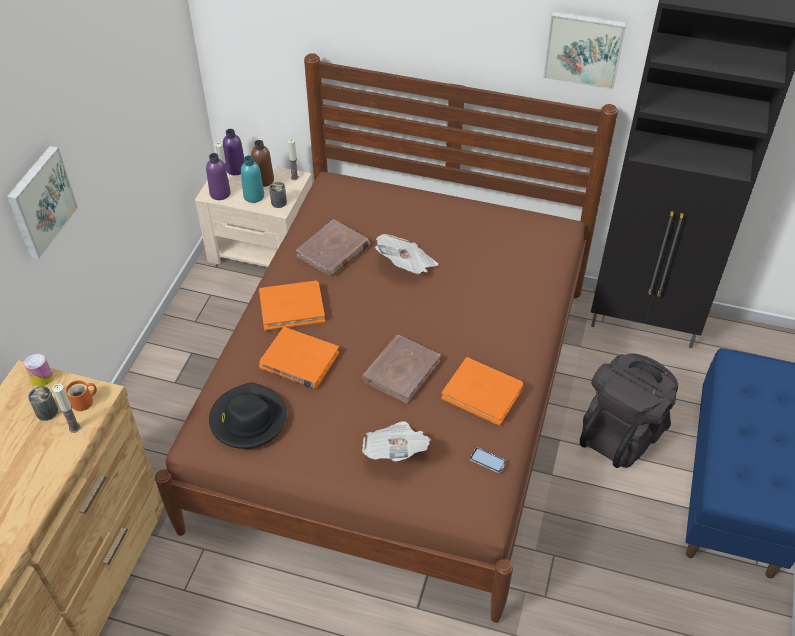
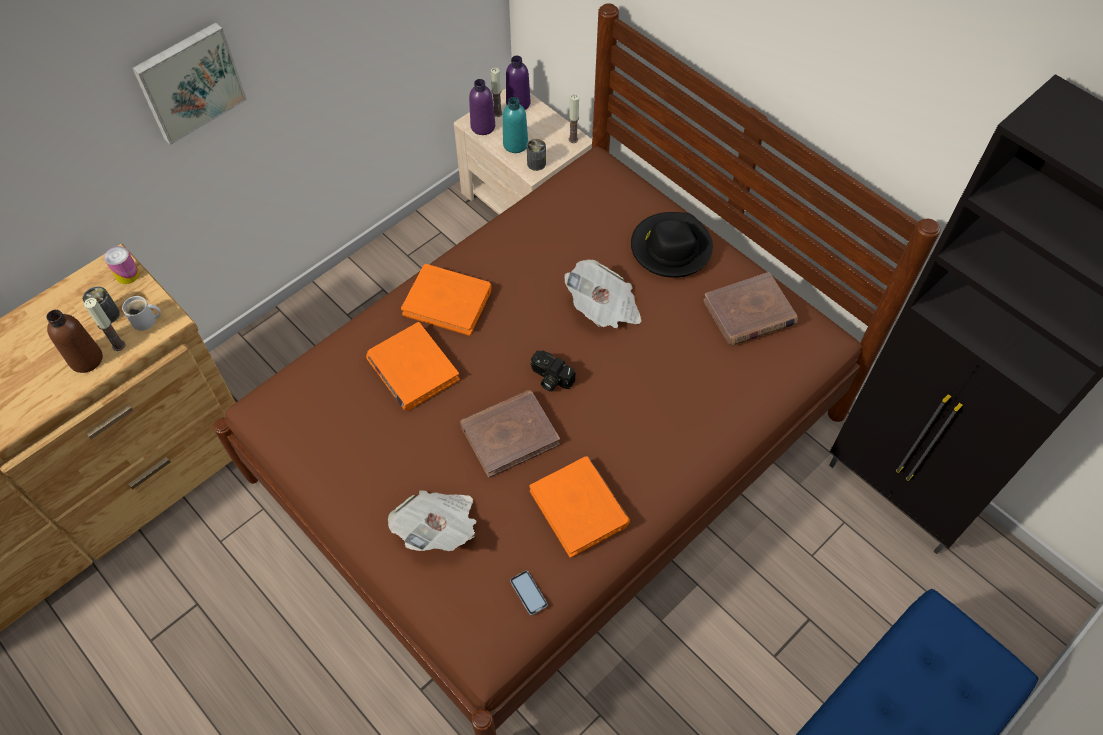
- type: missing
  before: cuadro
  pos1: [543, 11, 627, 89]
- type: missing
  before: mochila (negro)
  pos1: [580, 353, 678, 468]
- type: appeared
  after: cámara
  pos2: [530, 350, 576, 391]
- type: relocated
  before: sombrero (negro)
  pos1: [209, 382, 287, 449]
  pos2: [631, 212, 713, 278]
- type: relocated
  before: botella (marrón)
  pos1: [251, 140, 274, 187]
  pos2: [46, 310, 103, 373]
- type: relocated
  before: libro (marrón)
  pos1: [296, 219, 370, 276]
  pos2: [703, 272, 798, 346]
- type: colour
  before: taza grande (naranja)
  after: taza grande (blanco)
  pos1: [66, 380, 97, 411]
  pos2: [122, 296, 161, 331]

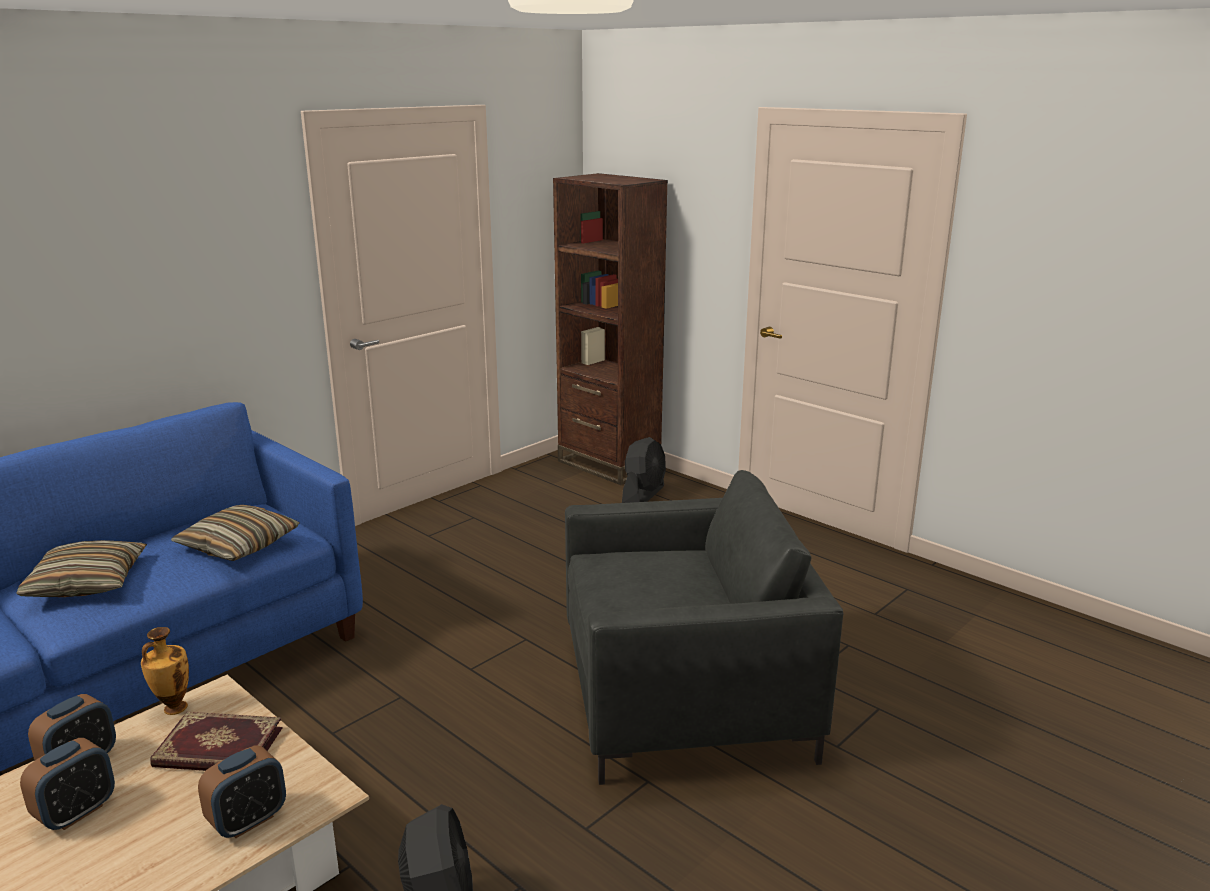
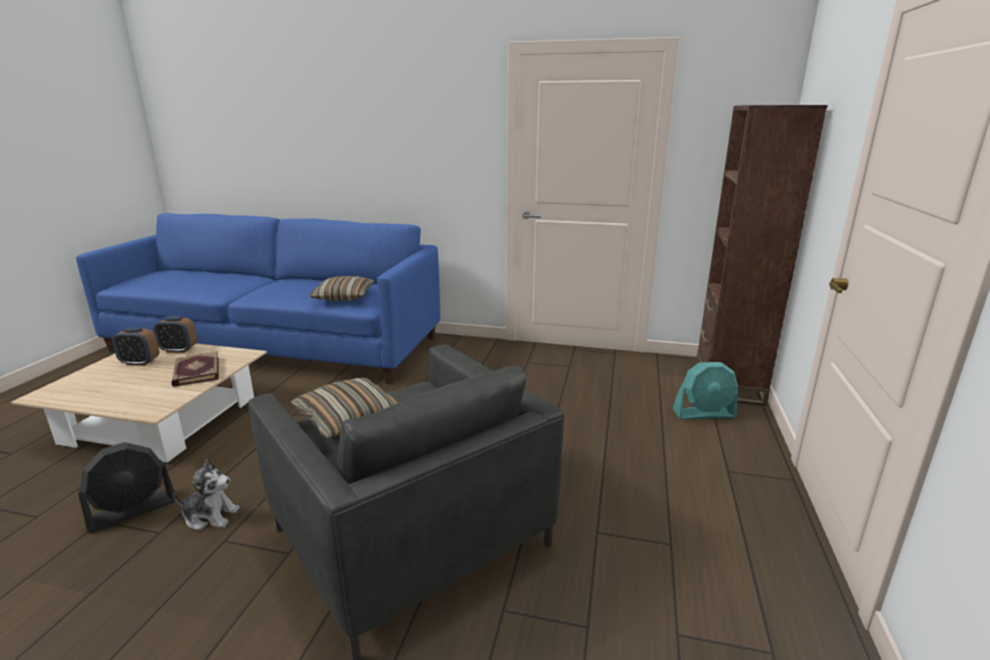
- type: missing
  before: florero
  pos1: [141, 627, 189, 715]
- type: missing
  before: despertador
  pos1: [198, 745, 286, 838]
- type: appeared
  after: peluche
  pos2: [173, 459, 240, 530]
- type: relocated
  before: cojín
  pos1: [16, 540, 147, 597]
  pos2: [291, 378, 400, 438]
- type: colour
  before: ventilador (negro)
  after: ventilador (turquesa)
  pos1: [622, 437, 666, 503]
  pos2: [673, 362, 738, 420]

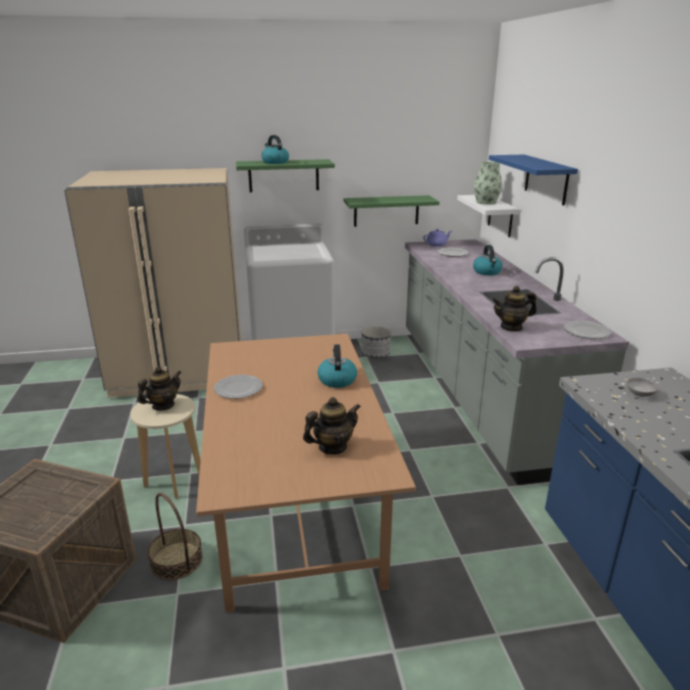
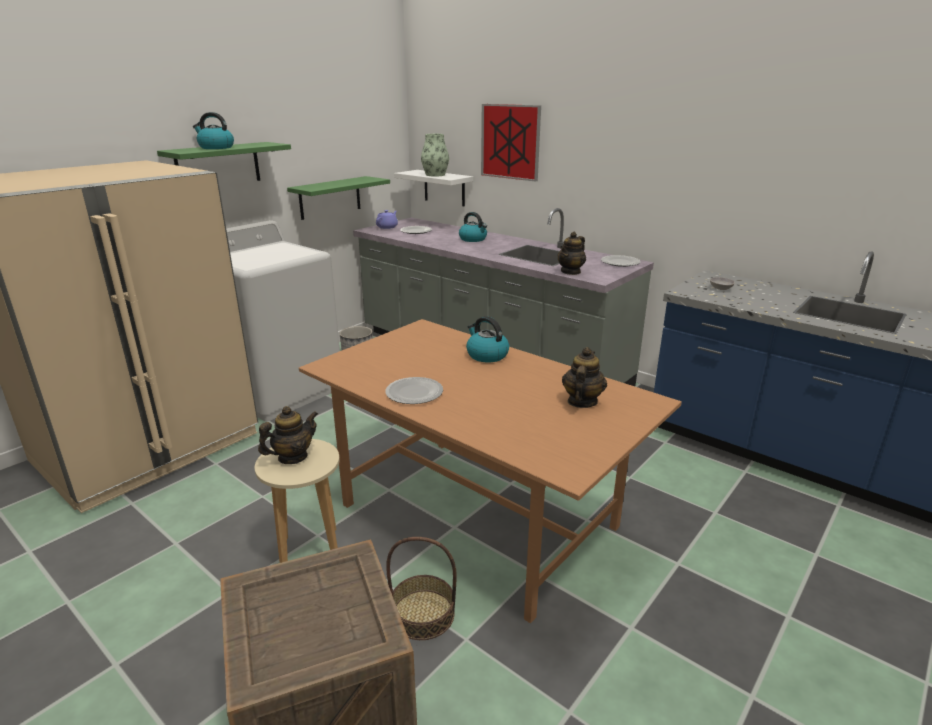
- type: exchanged
  before: estante (azul)
  after: cuadro
  pos1: [489, 155, 578, 206]
  pos2: [481, 104, 541, 182]
- type: spun
  before: tetera
  pos1: [138, 367, 182, 411]
  pos2: [258, 406, 318, 464]
  turn: 45

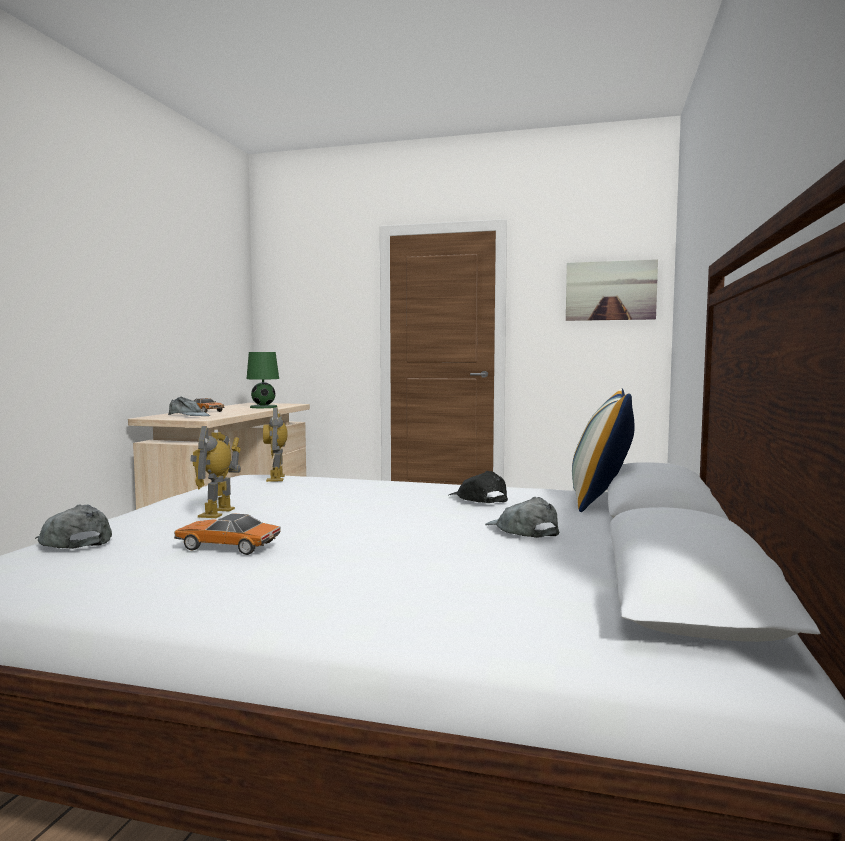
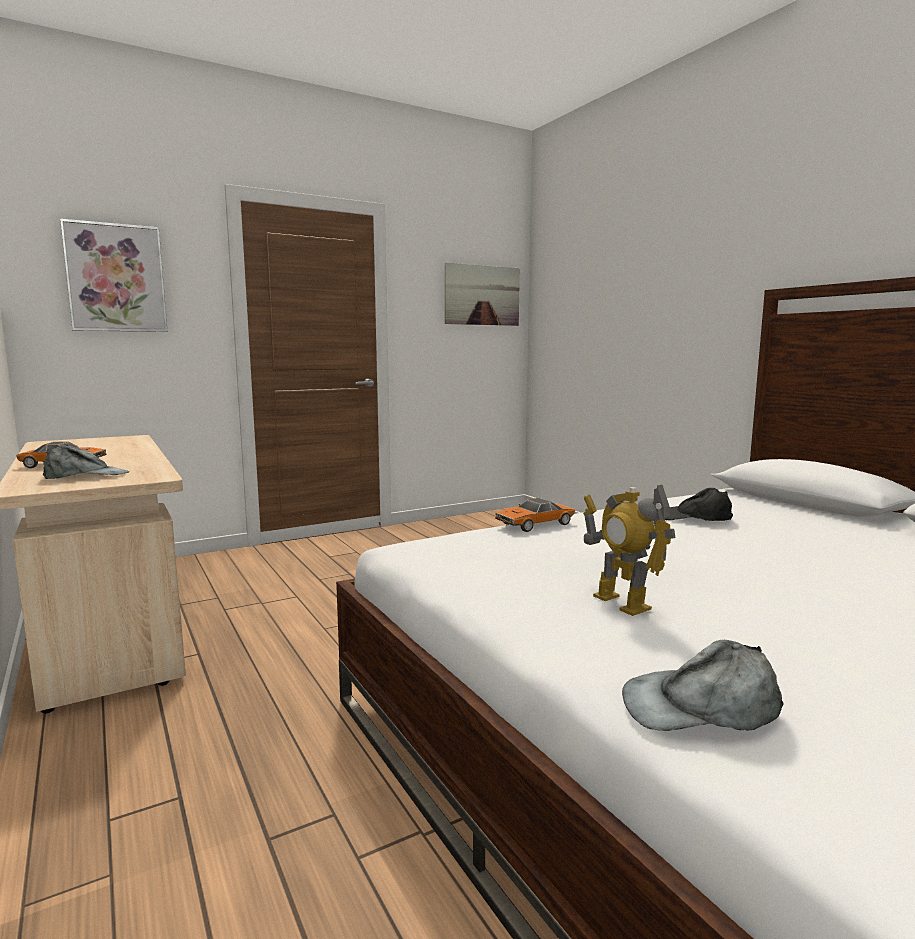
- type: missing
  before: lámpara de mesa (verde)
  pos1: [247, 352, 279, 408]
- type: missing
  before: robot de juguete
  pos1: [263, 408, 288, 482]
- type: missing
  before: gorra (gris)
  pos1: [485, 497, 559, 538]
- type: missing
  before: cojín
  pos1: [572, 388, 635, 512]
- type: appeared
  after: cuadro
  pos2: [60, 219, 168, 332]
- type: relocated
  before: coche de juguete
  pos1: [174, 513, 281, 555]
  pos2: [495, 498, 575, 532]

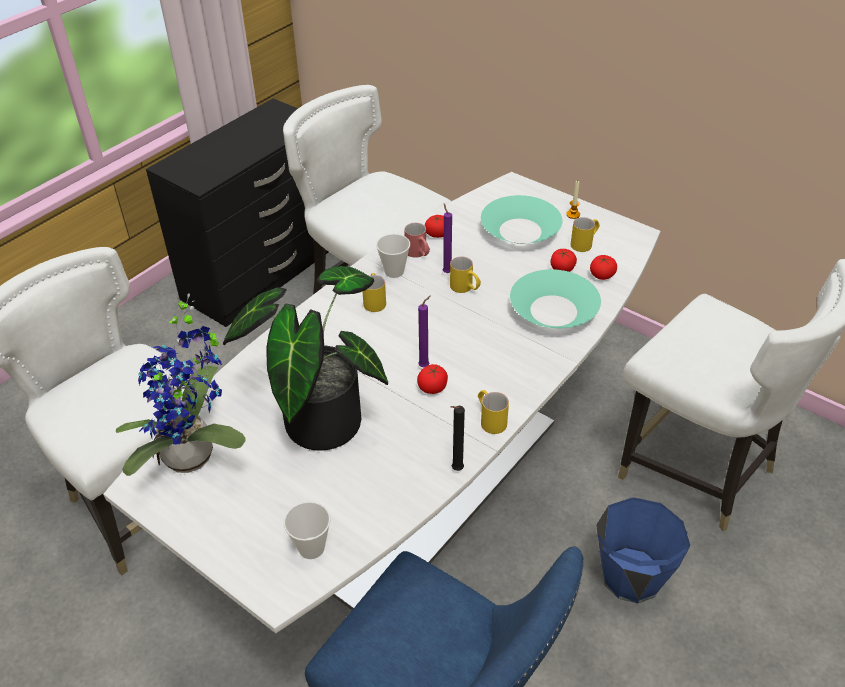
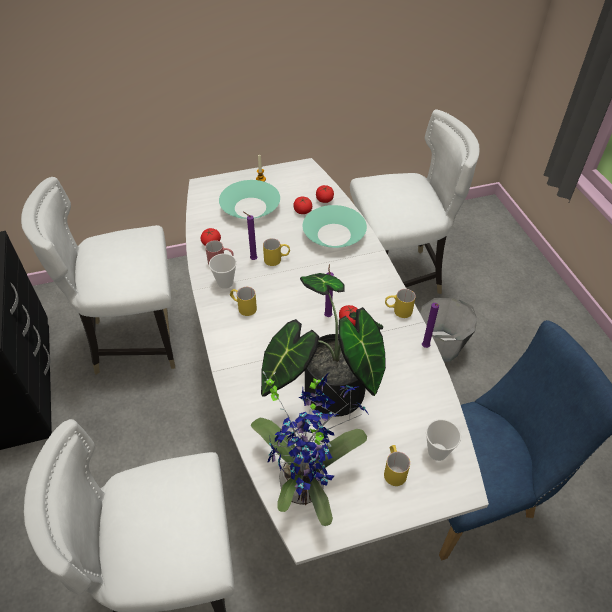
- type: relocated
  before: taza grande (amarillo)
  pos1: [570, 217, 600, 252]
  pos2: [384, 445, 410, 486]
- type: colour
  before: vela (negro)
  after: vela (morado)
  pos1: [450, 406, 465, 471]
  pos2: [422, 303, 439, 348]
- type: colour
  before: cubo (azul)
  after: cubo (gris)
  pos1: [596, 497, 690, 603]
  pos2: [420, 297, 477, 362]

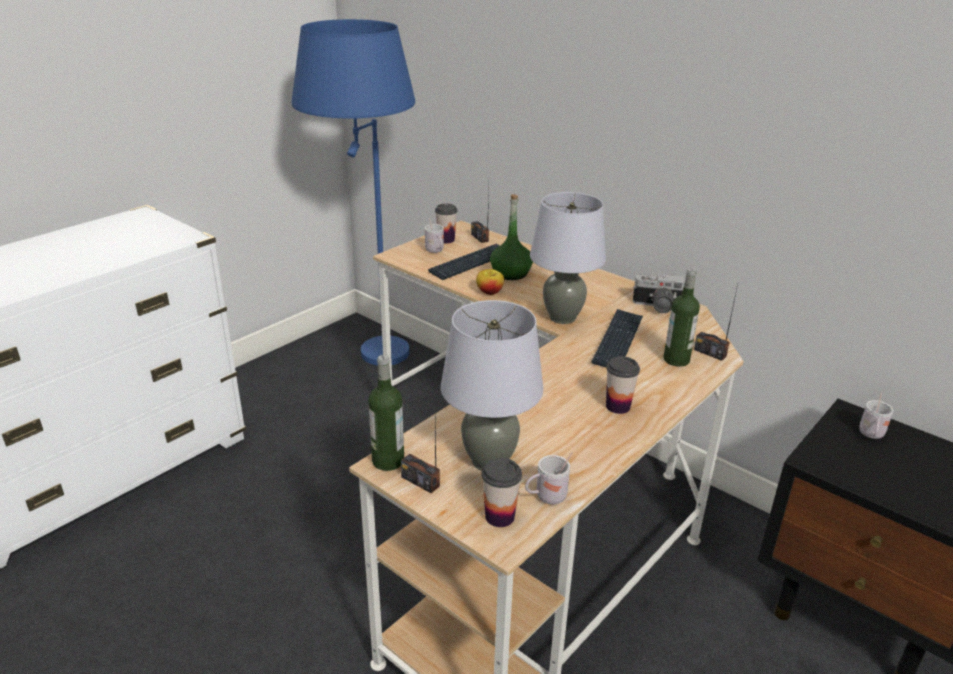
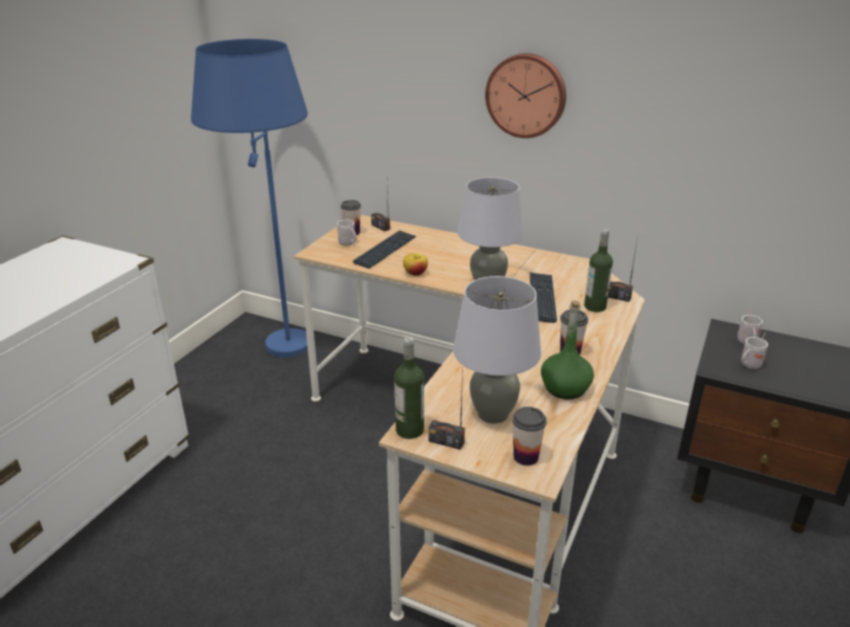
- type: missing
  before: cámara
  pos1: [633, 274, 685, 313]
- type: appeared
  after: reloj de pared
  pos2: [485, 53, 566, 138]
- type: relocated
  before: botella (verde)
  pos1: [490, 194, 533, 280]
  pos2: [541, 300, 594, 399]
- type: relocated
  before: taza grande (blanco)
  pos1: [525, 452, 573, 504]
  pos2: [741, 333, 768, 369]

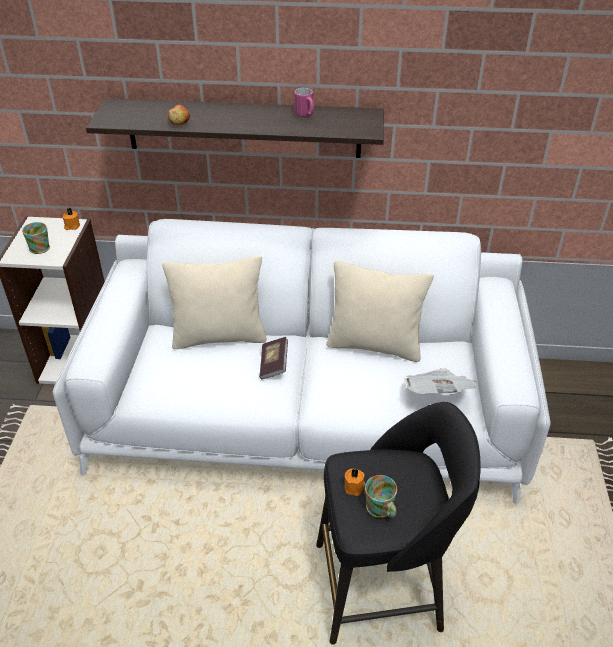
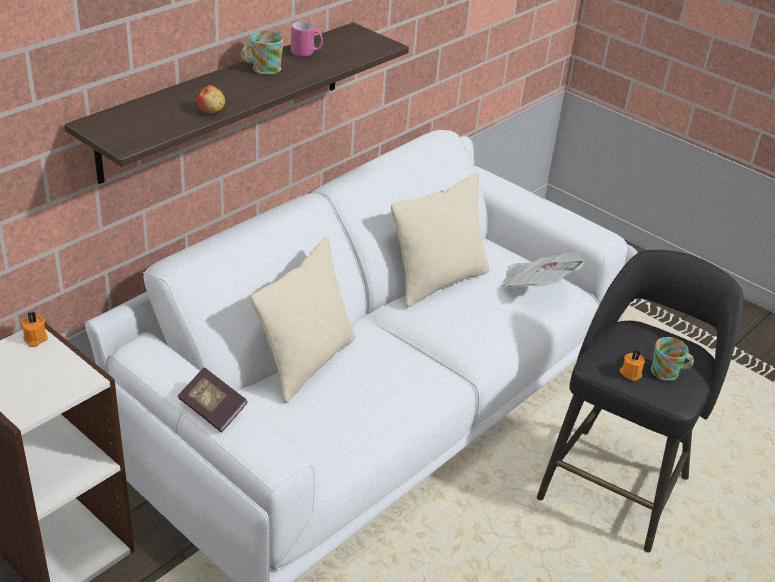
- type: relocated
  before: taza grande
  pos1: [22, 222, 50, 254]
  pos2: [241, 31, 284, 75]
- type: relocated
  before: libro
  pos1: [259, 337, 288, 380]
  pos2: [178, 367, 248, 432]

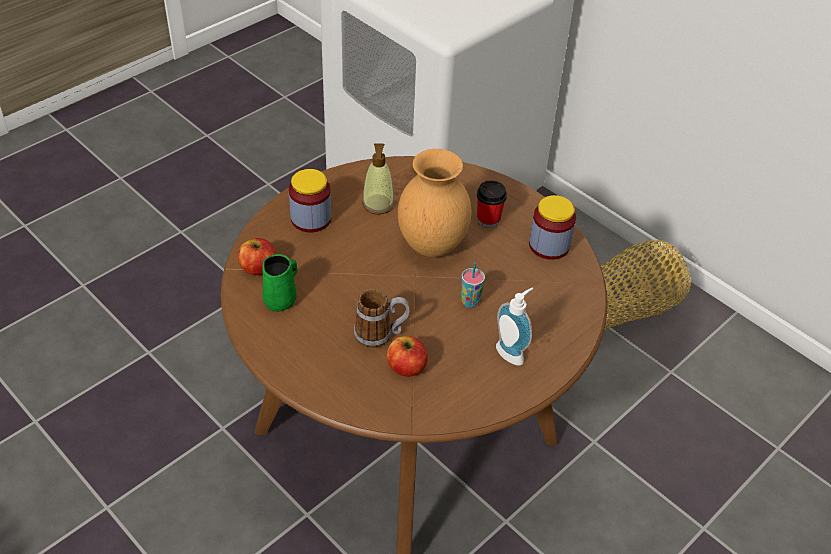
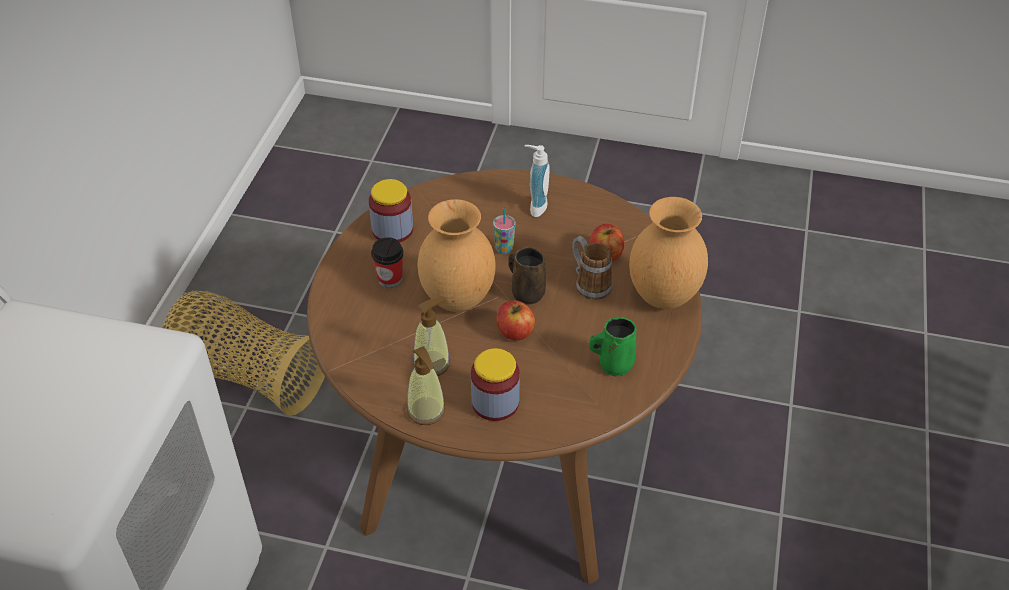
- type: appeared
  after: dispensador de jabón
  pos2: [407, 346, 446, 425]
- type: appeared
  after: taza grande (marrón)
  pos2: [508, 247, 546, 304]
- type: appeared
  after: florero (marrón)
  pos2: [629, 197, 708, 309]
- type: relocated
  before: manzana
  pos1: [238, 238, 276, 275]
  pos2: [497, 301, 535, 340]

